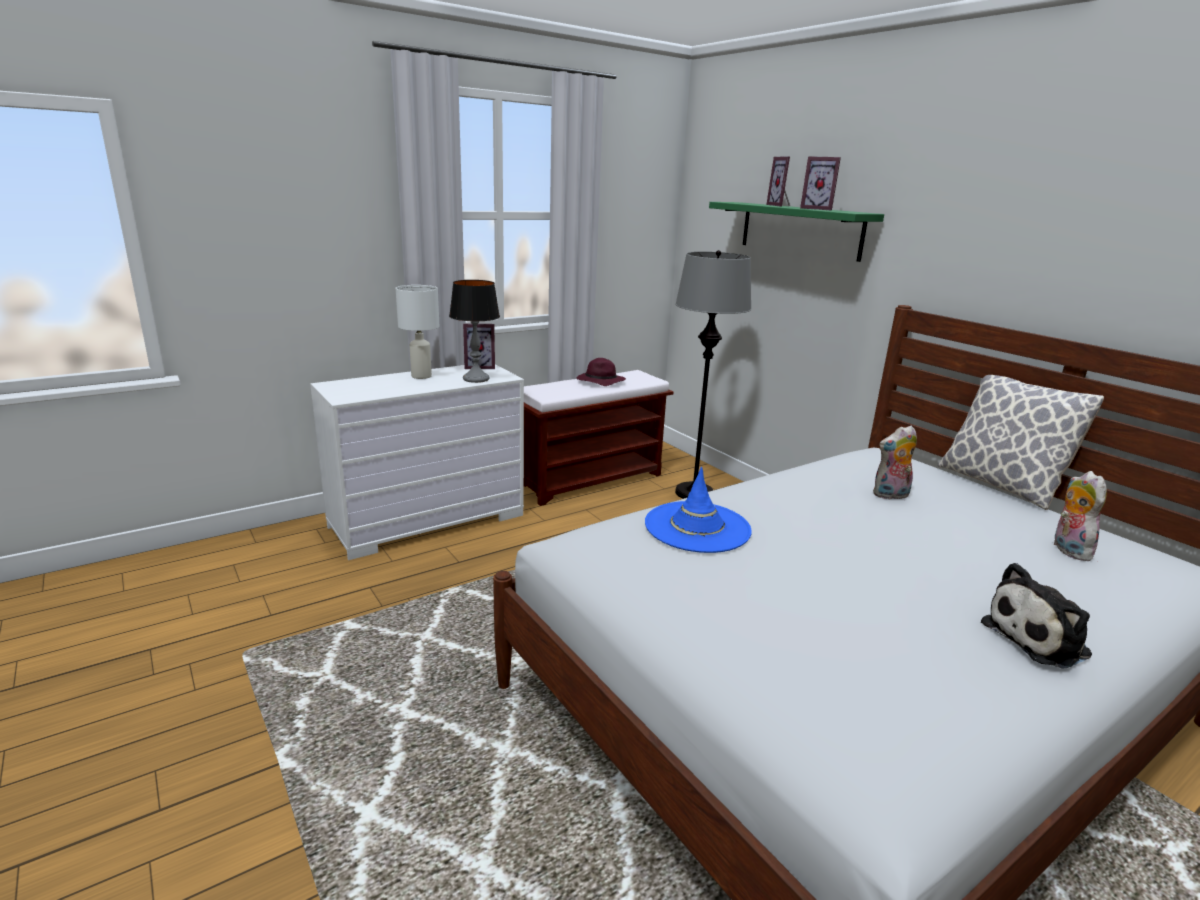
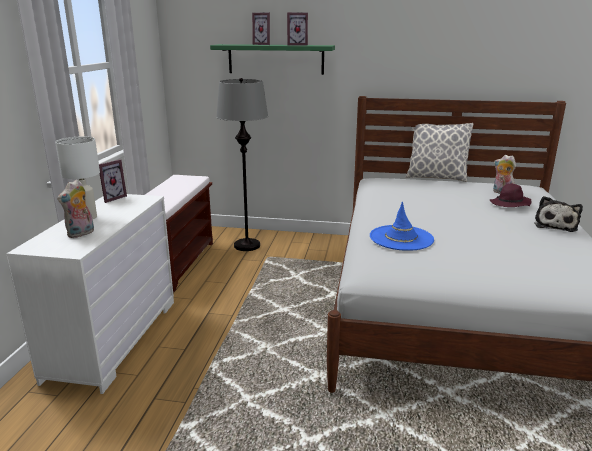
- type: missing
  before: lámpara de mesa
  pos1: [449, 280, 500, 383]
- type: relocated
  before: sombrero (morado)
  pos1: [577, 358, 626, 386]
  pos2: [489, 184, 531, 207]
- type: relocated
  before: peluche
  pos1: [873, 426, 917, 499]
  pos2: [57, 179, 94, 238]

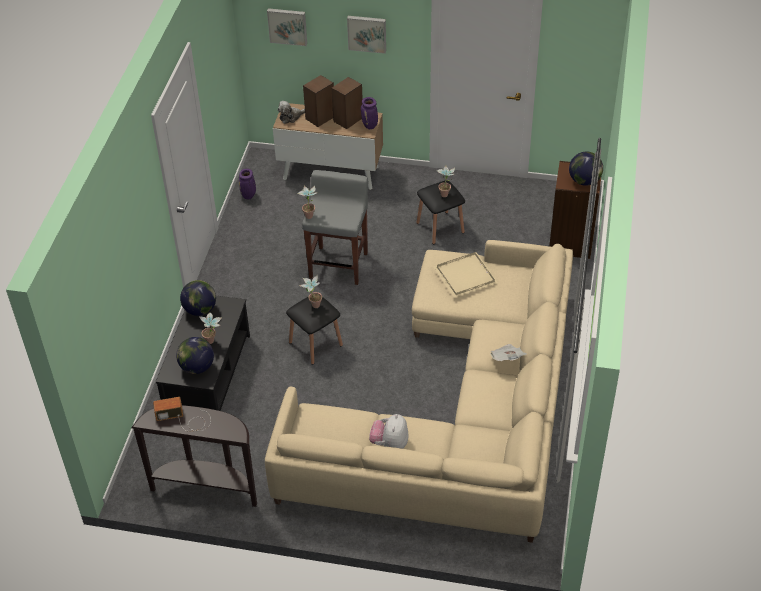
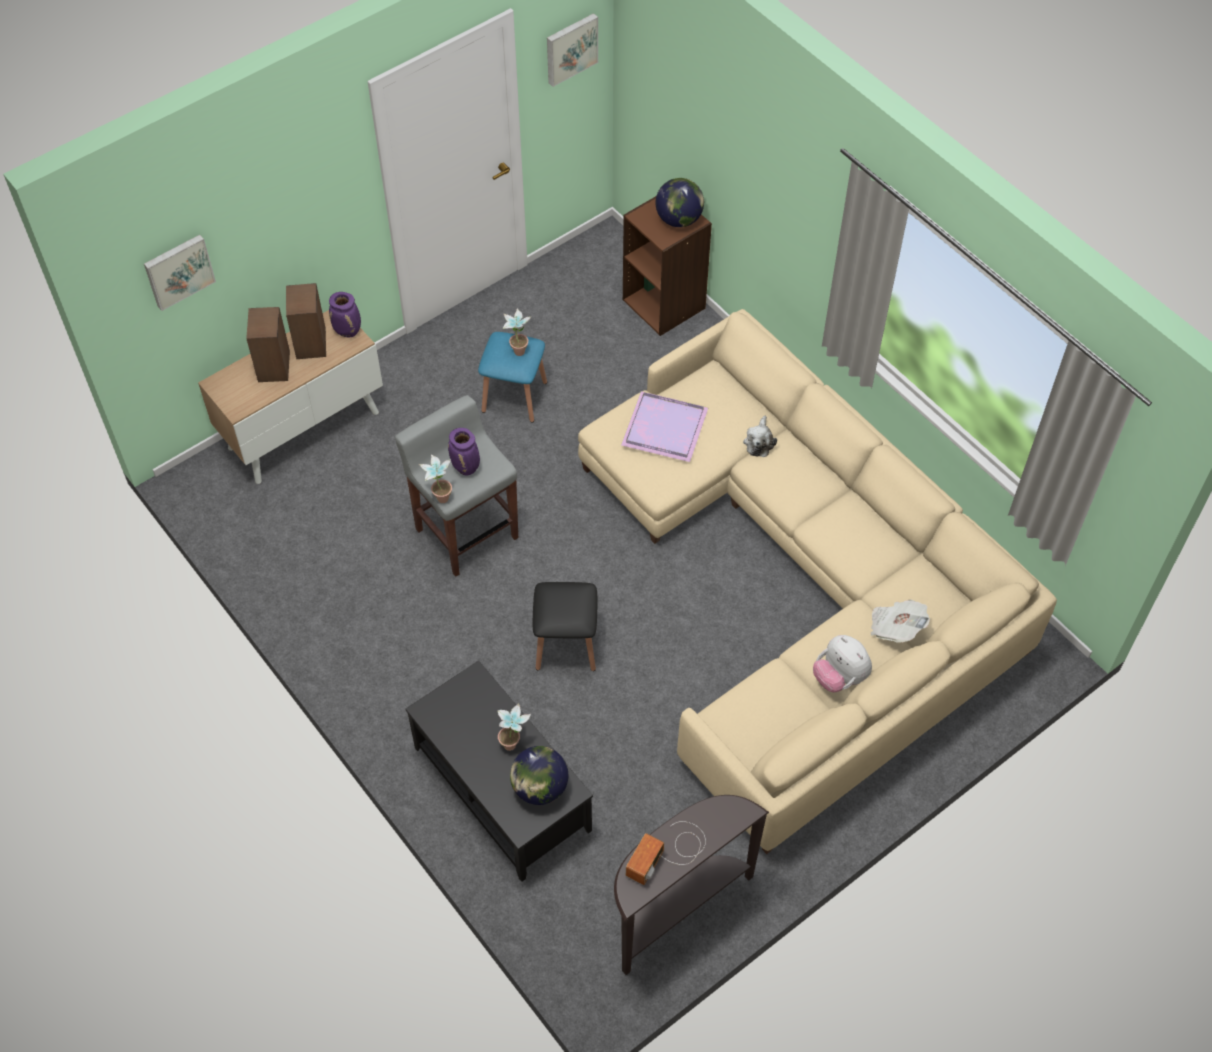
- type: missing
  before: globo terráqueo
  pos1: [180, 280, 216, 316]
- type: missing
  before: planta en maceta
  pos1: [299, 275, 322, 308]
- type: relocated
  before: florero (morado)
  pos1: [239, 169, 256, 199]
  pos2: [448, 428, 480, 475]
- type: relocated
  before: peluche
  pos1: [278, 101, 305, 124]
  pos2: [743, 415, 777, 457]
- type: relocated
  before: cuadro
  pos1: [347, 16, 386, 54]
  pos2: [547, 13, 598, 87]
- type: relocated
  before: periódico
  pos1: [490, 344, 527, 361]
  pos2: [871, 600, 930, 643]
- type: colour
  before: taburete (negro)
  after: taburete (azul)
  pos1: [416, 181, 465, 244]
  pos2: [478, 332, 547, 423]
- type: colour
  before: bandeja (beis)
  after: bandeja (morado)
  pos1: [433, 252, 498, 298]
  pos2: [621, 391, 709, 462]

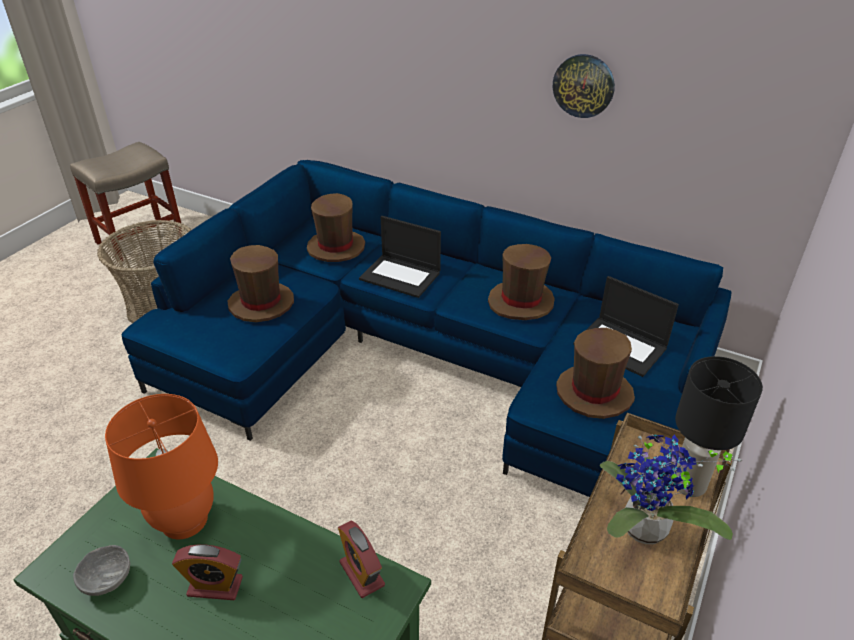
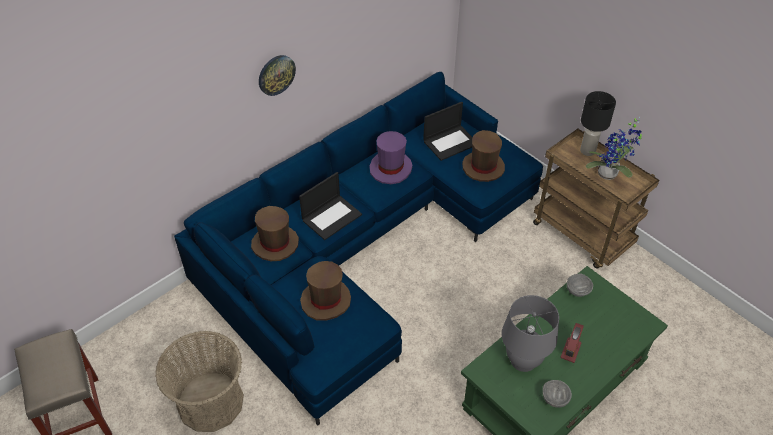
- type: relocated
  before: reloj de pared
  pos1: [553, 54, 615, 118]
  pos2: [259, 55, 296, 96]
- type: exchanged
  before: despertador
  after: cuenco (gris)
  pos1: [338, 521, 385, 598]
  pos2: [567, 274, 593, 297]
- type: colour
  before: lámpara de mesa (naranja)
  after: lámpara de mesa (gris)
  pos1: [105, 394, 218, 539]
  pos2: [502, 295, 559, 372]
- type: colour
  before: sombrero (marrón)
  after: sombrero (morado)
  pos1: [488, 244, 555, 320]
  pos2: [370, 131, 412, 184]

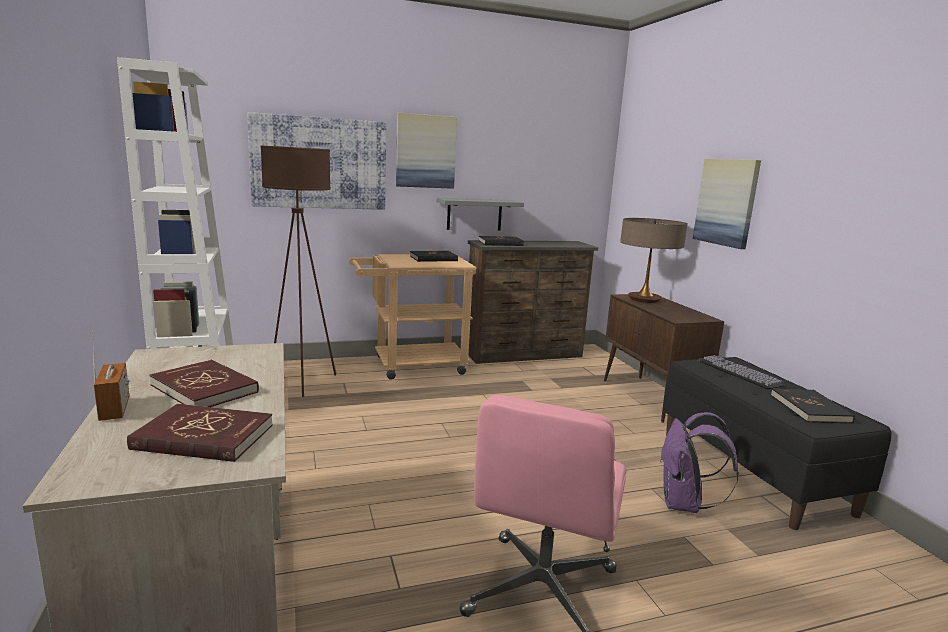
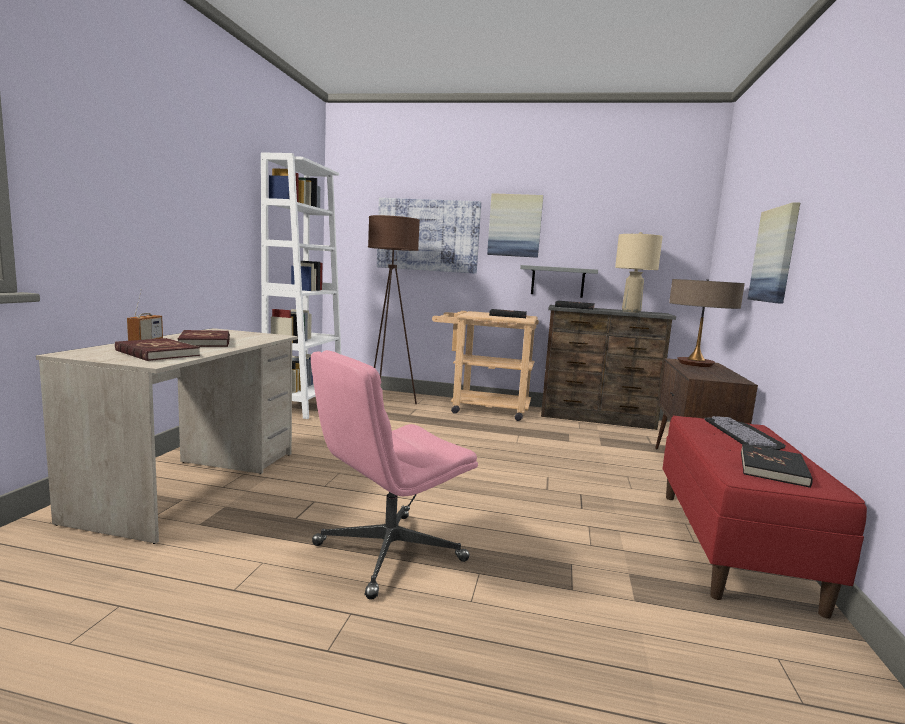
- type: missing
  before: mochila (morado)
  pos1: [661, 412, 739, 513]
- type: appeared
  after: lámpara de mesa (beis)
  pos2: [615, 232, 663, 313]
- type: colour
  before: banco (negro)
  after: banco (rojo)
  pos1: [662, 357, 892, 530]
  pos2: [663, 415, 867, 619]

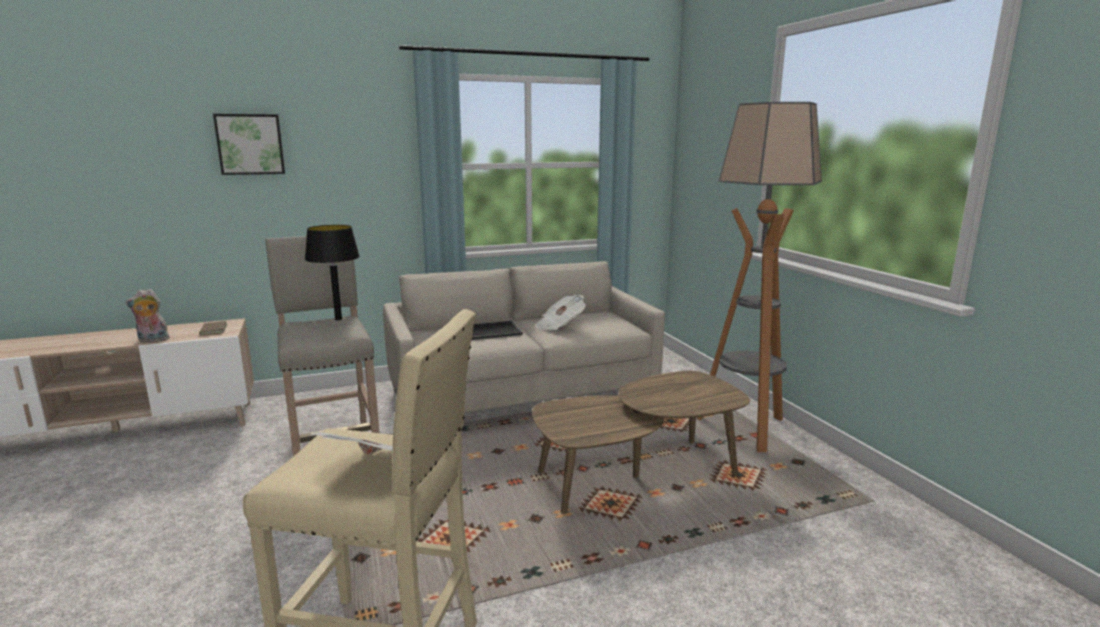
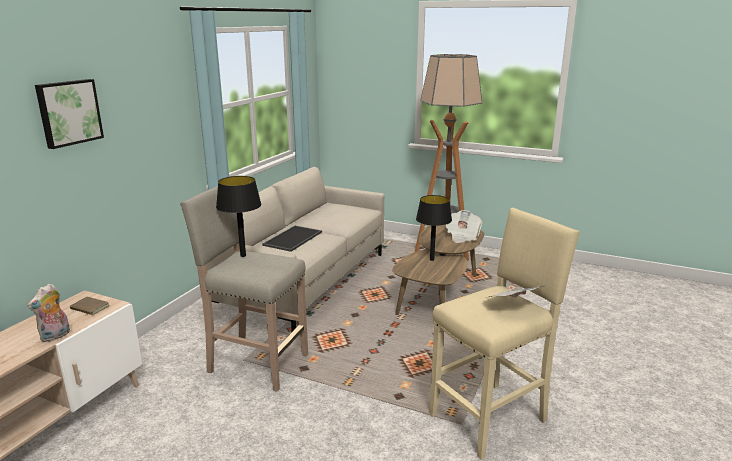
- type: appeared
  after: lámpara de mesa (negro)
  pos2: [416, 195, 452, 261]
- type: relocated
  before: periódico
  pos1: [535, 295, 586, 330]
  pos2: [445, 210, 482, 243]

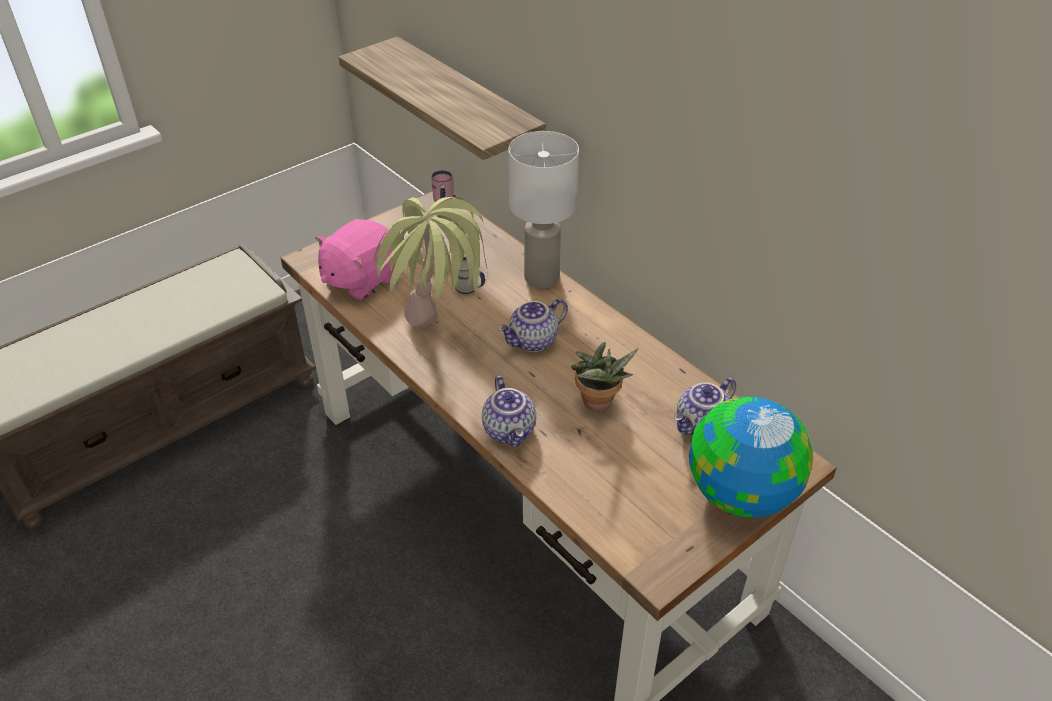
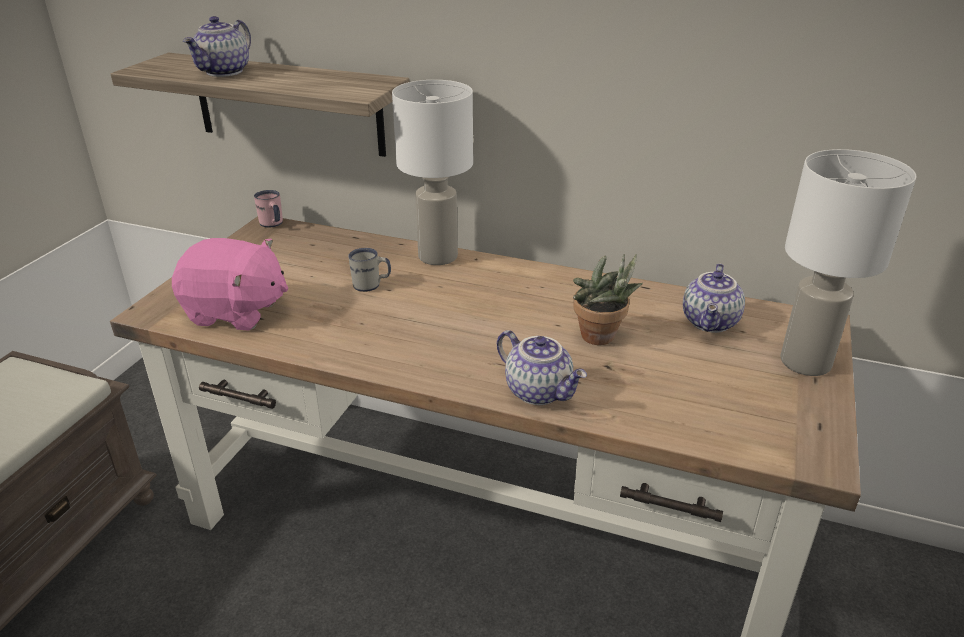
- type: missing
  before: planta en maceta
  pos1: [374, 197, 487, 328]
- type: relocated
  before: tetera
  pos1: [498, 299, 568, 352]
  pos2: [183, 16, 251, 77]
- type: exchanged
  before: globo terráqueo
  after: lámpara de mesa (blanco)
  pos1: [689, 397, 813, 518]
  pos2: [781, 149, 917, 376]
- type: spun
  before: peluche (rosa)
  pos1: [315, 219, 395, 300]
  pos2: [172, 238, 288, 331]
  turn: -90

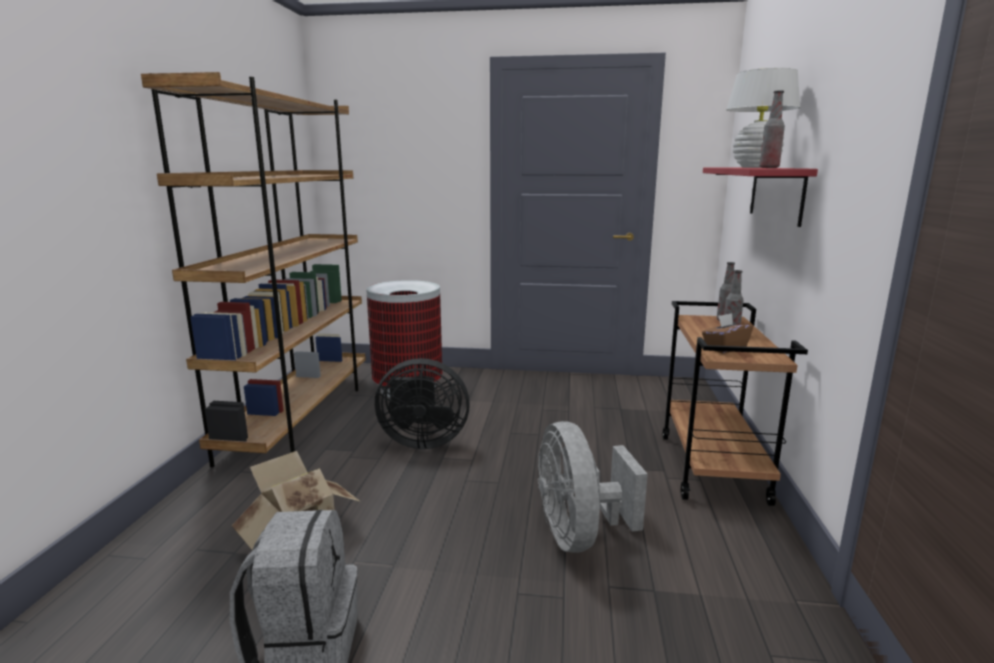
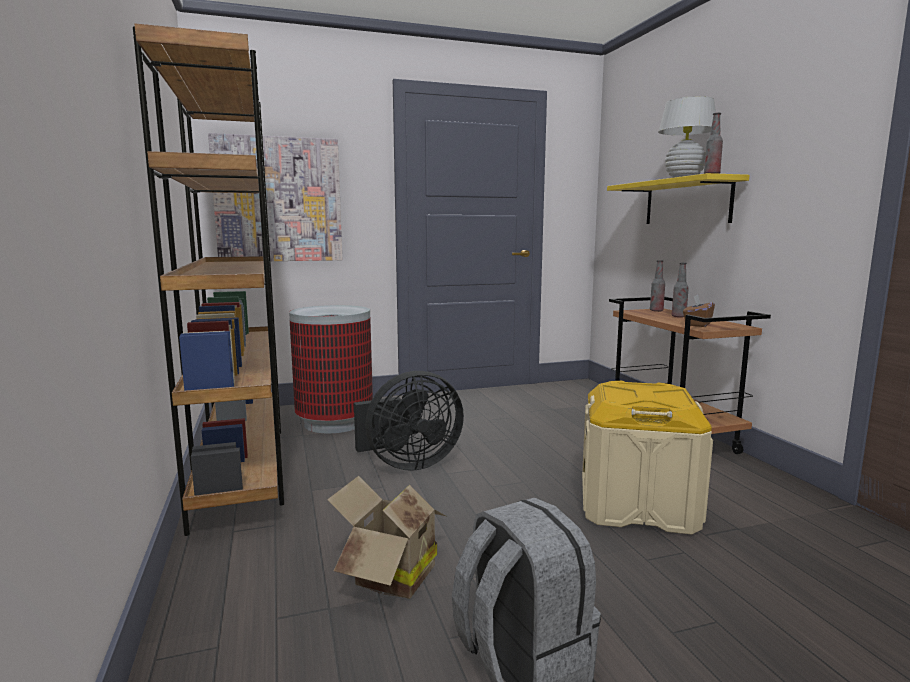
- type: appeared
  after: cuadro
  pos2: [208, 133, 342, 261]
- type: exchanged
  before: ventilador (gris)
  after: caja de almacenaje (beis)
  pos1: [538, 421, 648, 553]
  pos2: [582, 381, 713, 534]
- type: colour
  before: estante (rojo)
  after: estante (amarillo)
  pos1: [703, 168, 818, 227]
  pos2: [607, 173, 749, 224]

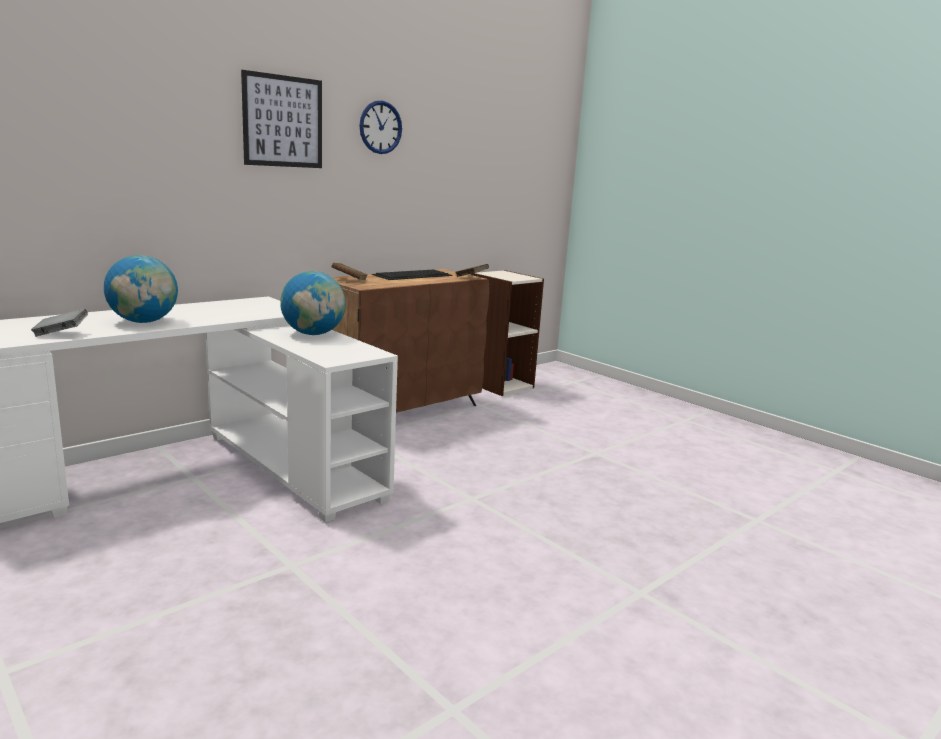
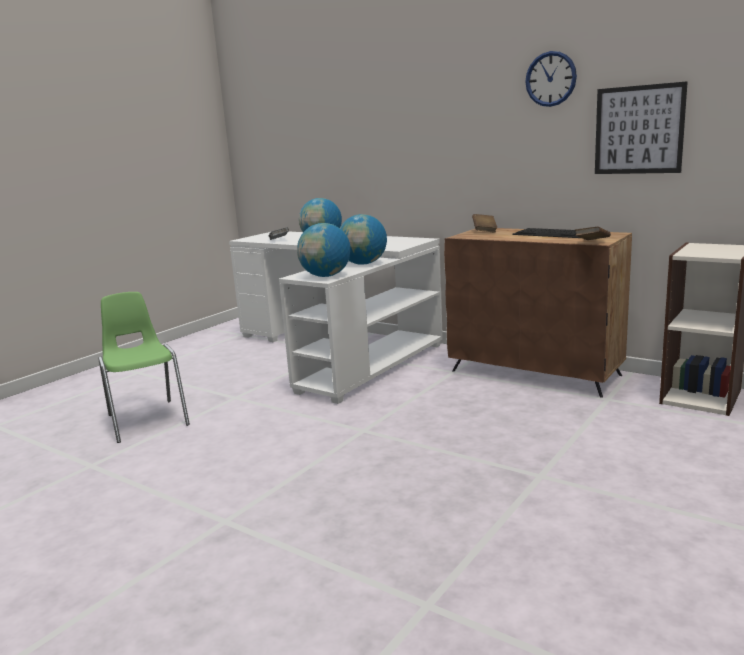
- type: appeared
  after: silla (verde)
  pos2: [98, 292, 190, 443]
- type: appeared
  after: globo terráqueo
  pos2: [297, 223, 351, 277]
- type: relocated
  before: cuadro
  pos1: [241, 70, 322, 168]
  pos2: [595, 81, 688, 174]

